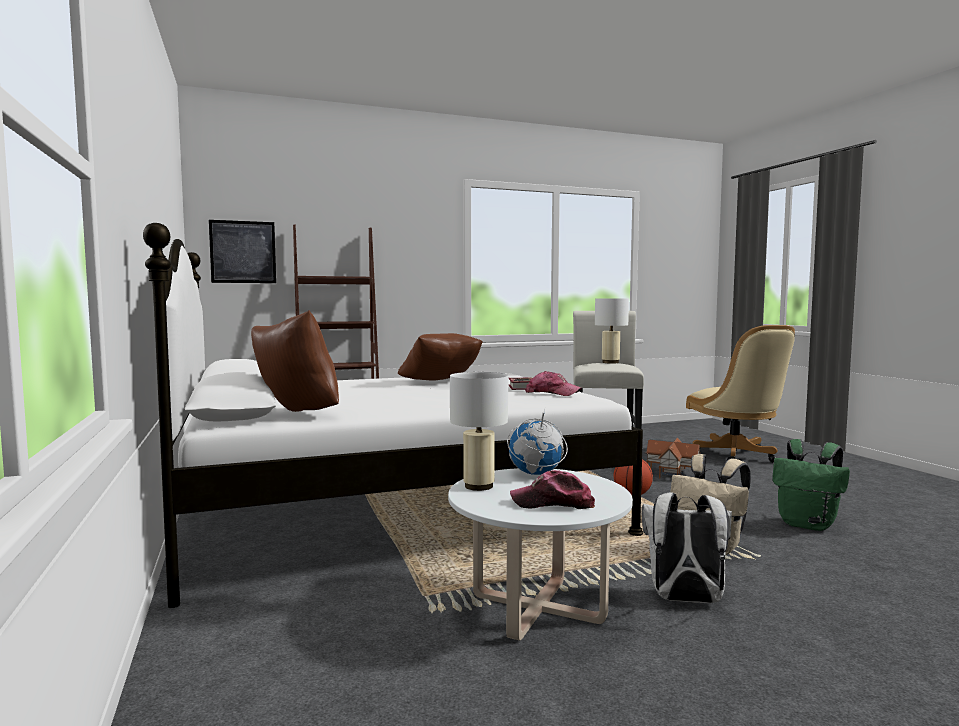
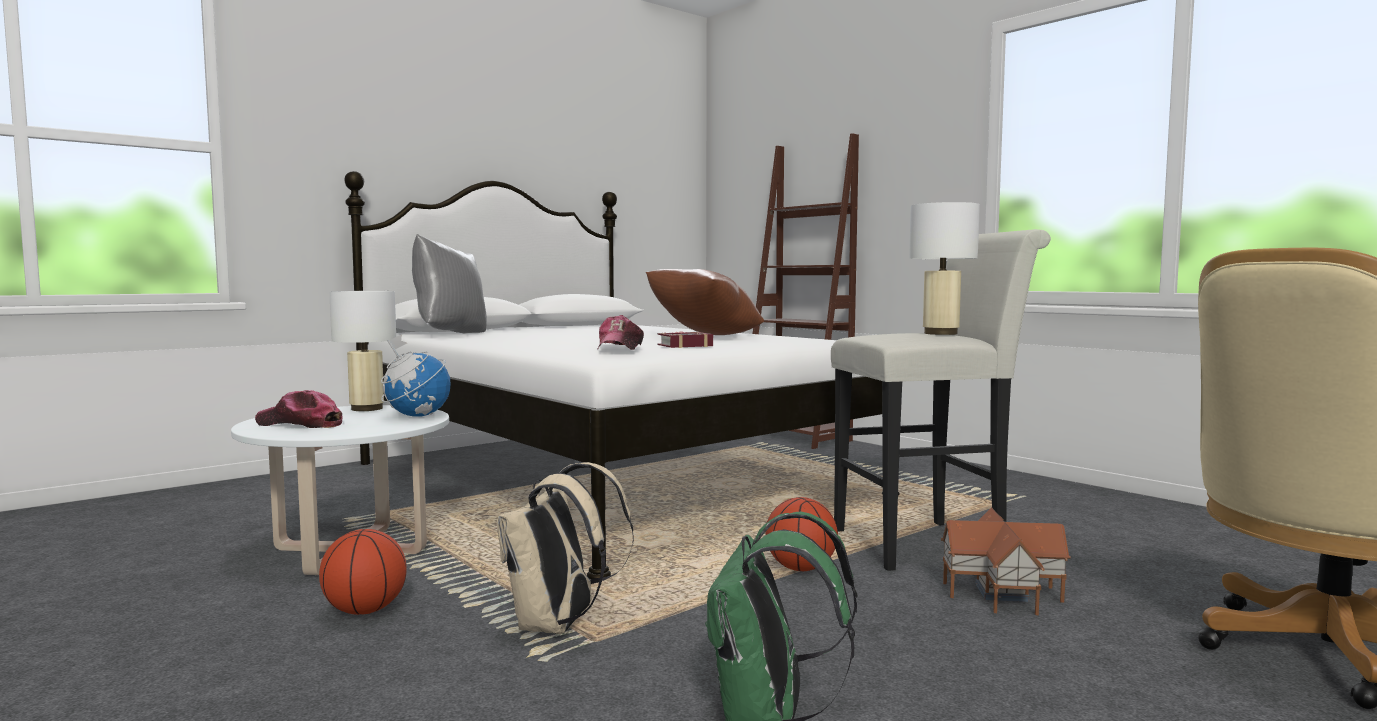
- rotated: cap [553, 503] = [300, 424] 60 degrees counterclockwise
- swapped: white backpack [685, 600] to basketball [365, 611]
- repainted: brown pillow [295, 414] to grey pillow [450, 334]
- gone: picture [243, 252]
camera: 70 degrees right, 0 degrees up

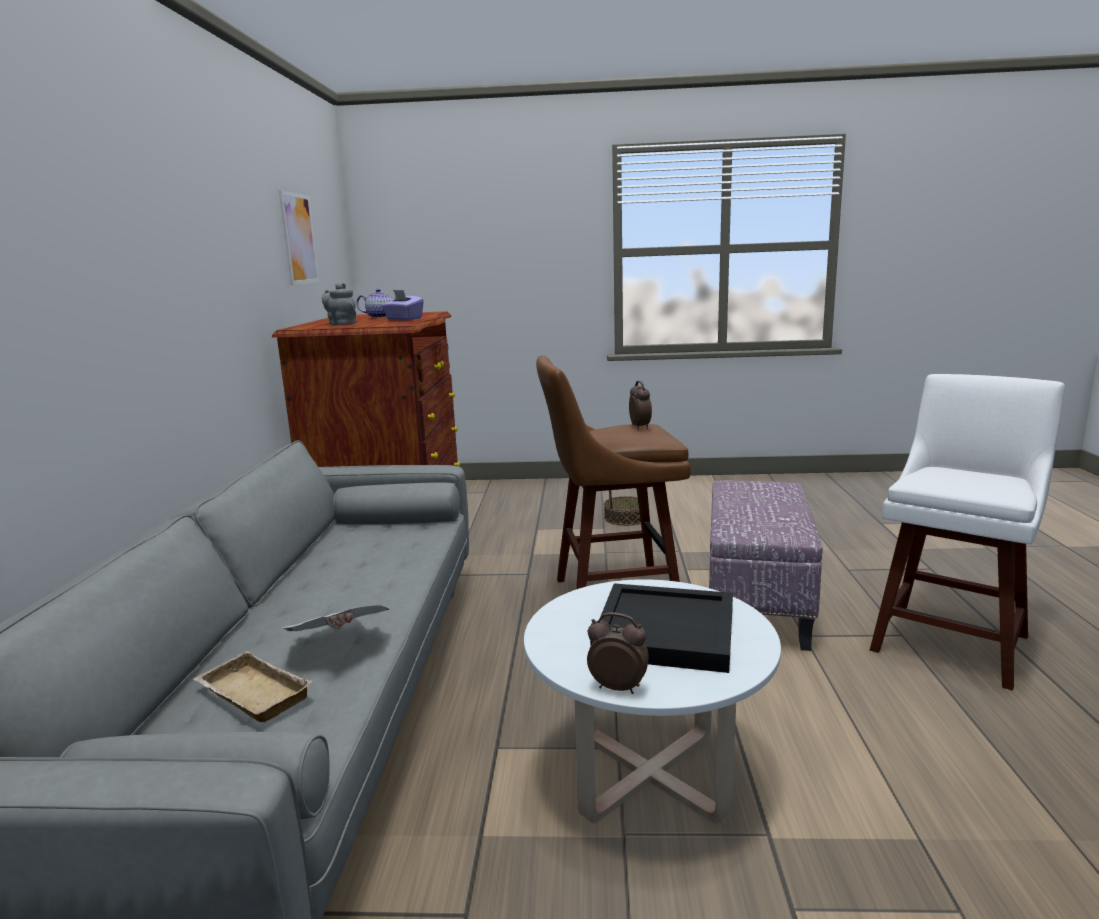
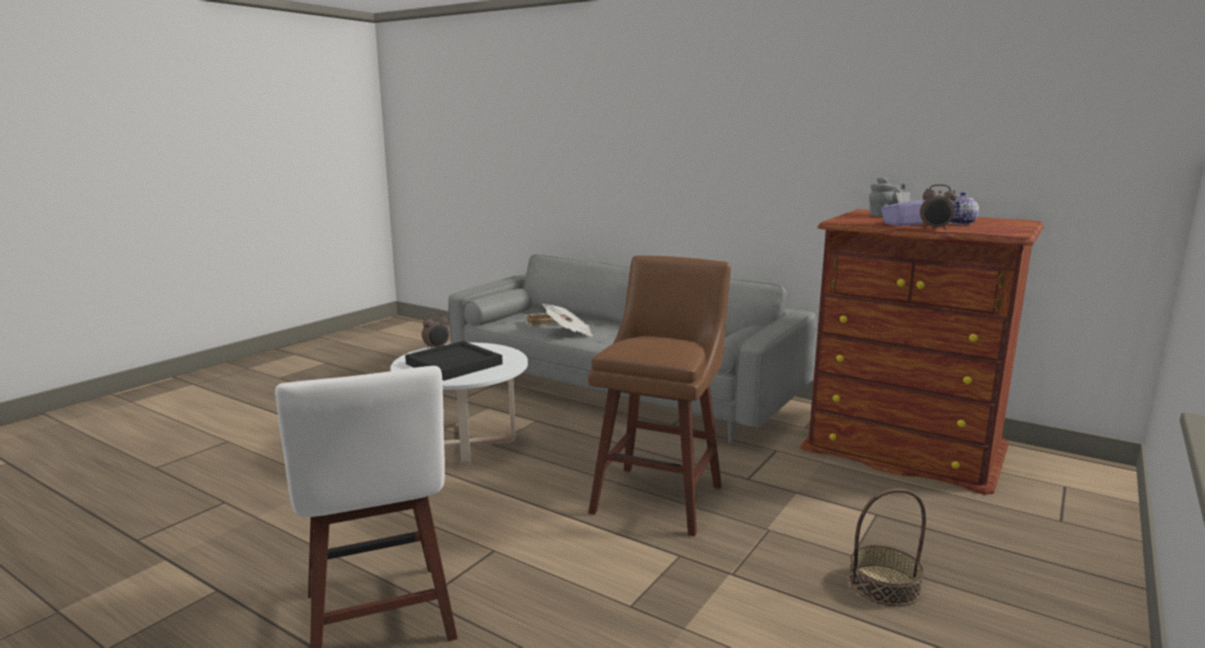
- shifted: alarm clock [640, 427] to [935, 229]
- gone: picture [299, 239]
- gone: ottoman [755, 601]
camera: 120 degrees right, 0 degrees up

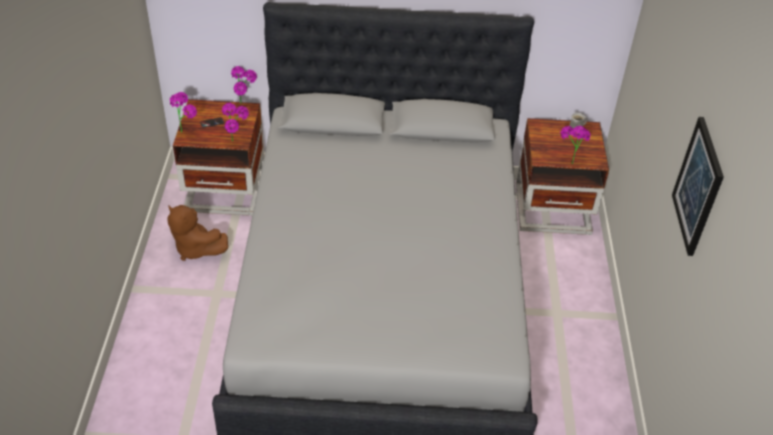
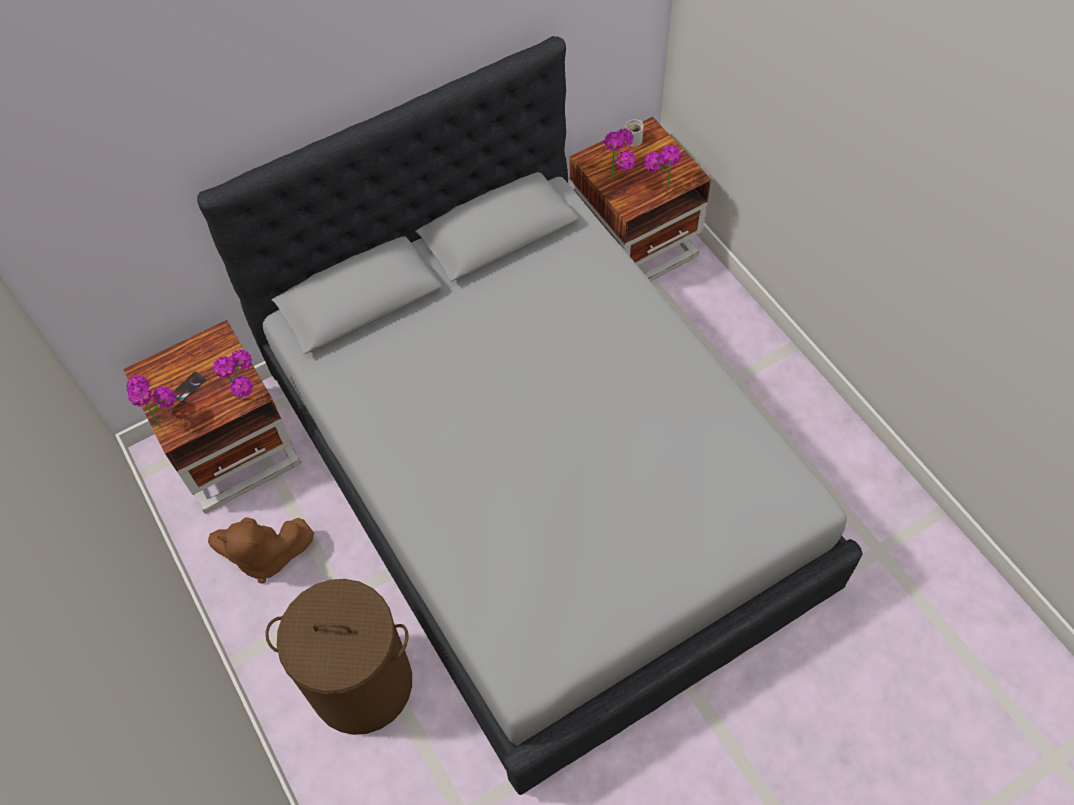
- new: brown laundry basket [362, 683]
- shifted: potted plant [245, 105] to [619, 178]
- gone: picture [698, 186]
camera: 30 degrees left, 15 degrees up

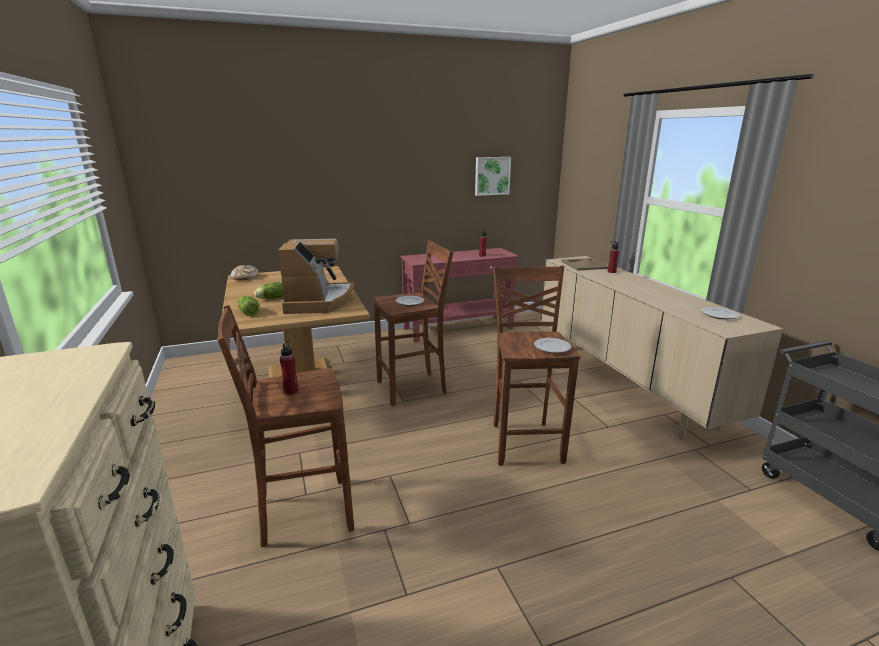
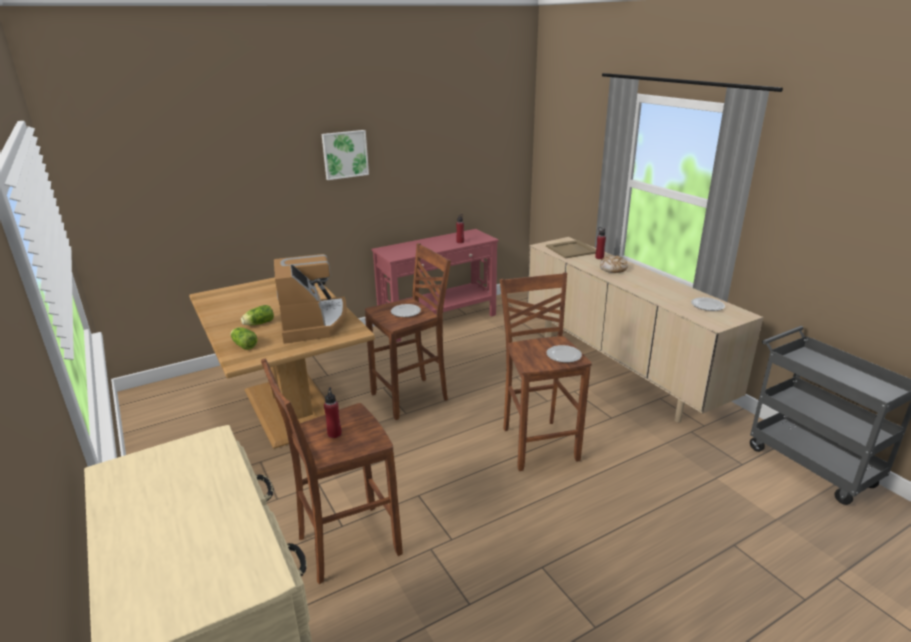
- shifted: picture [492, 176] to [344, 154]
- shifted: bread [245, 277] to [613, 269]
camera: 10 degrees left, 5 degrees up

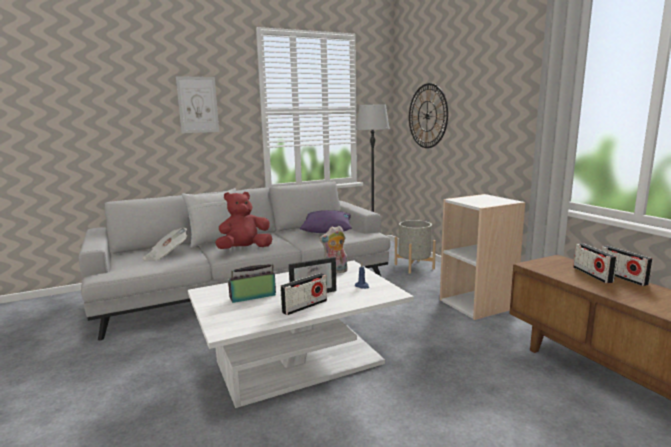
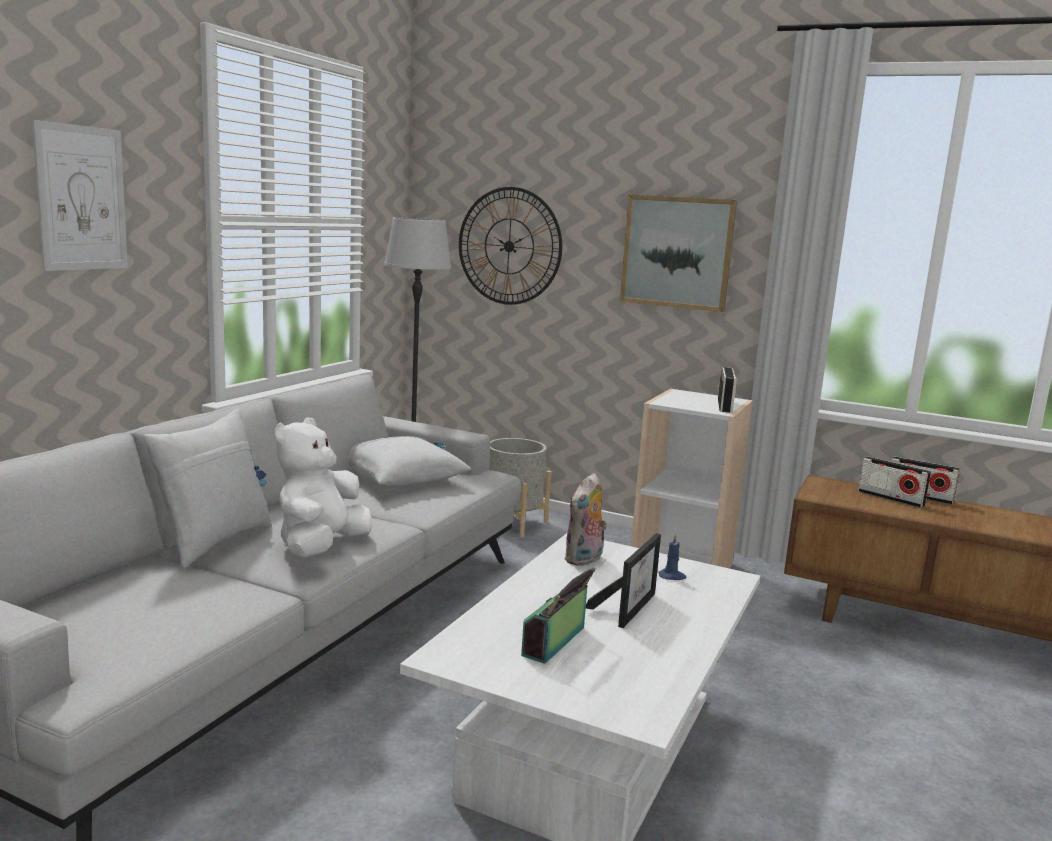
- repainted: red plush toy [244, 249] to white plush toy [321, 548]
- repainted: purple pillow [327, 231] to grey pillow [400, 480]
- new: picture [677, 252]
- shifted: radio [304, 306] to [725, 406]
- gone: newspaper [166, 256]
camera: 40 degrees left, 0 degrees up

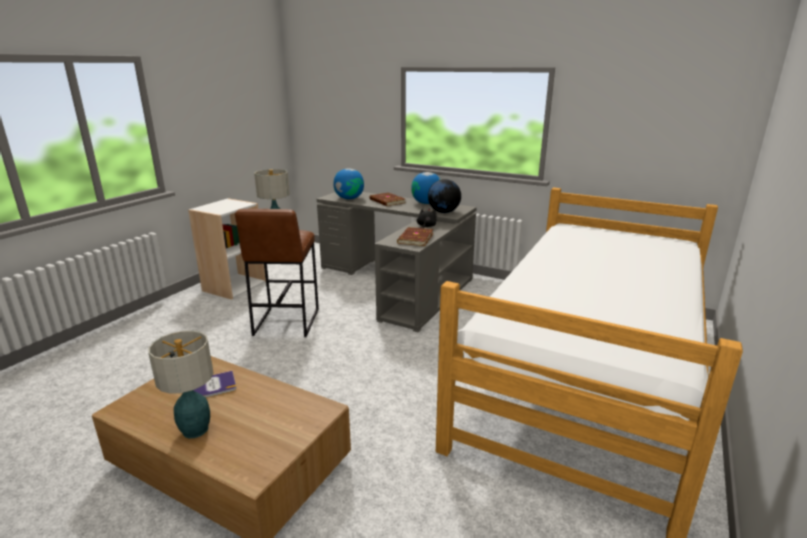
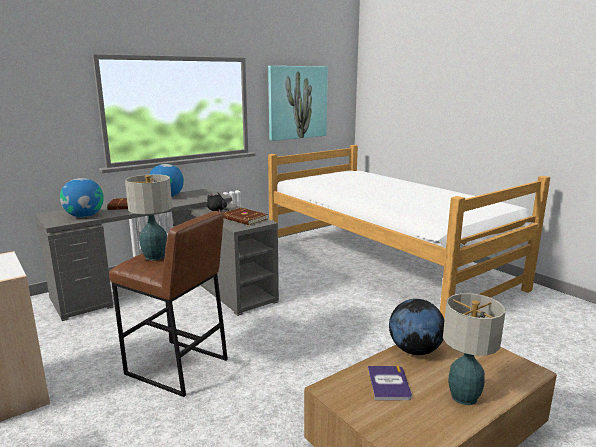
- new: picture [297, 102]
- shifted: globe [444, 212] to [414, 350]
camera: 65 degrees left, 5 degrees down

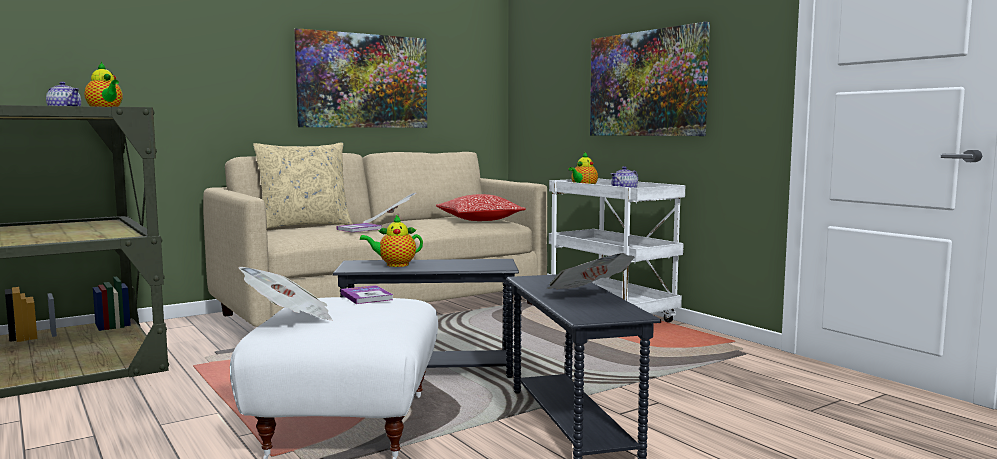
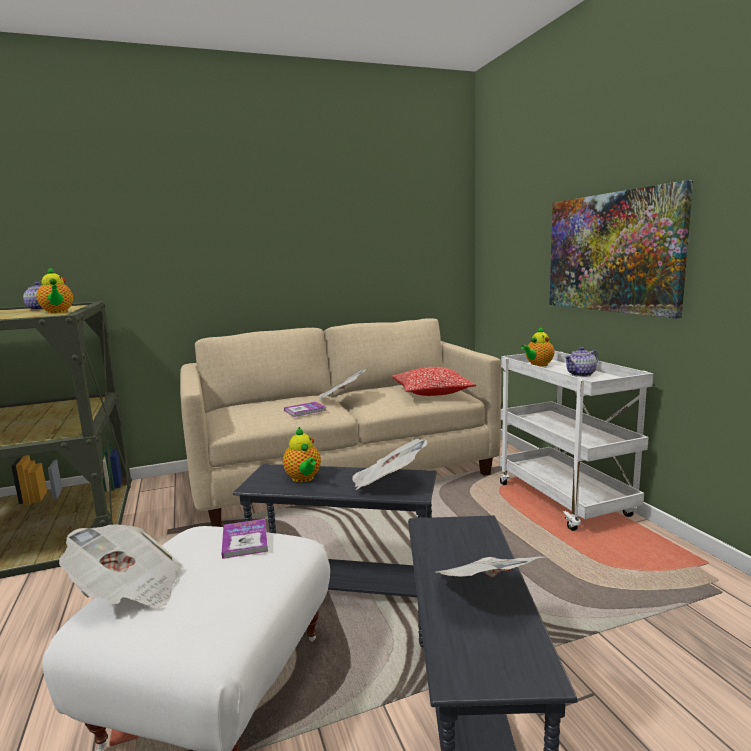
- rotated: teapot [394, 265] = [303, 478] 120 degrees counterclockwise
- new: newspaper [387, 483]
- gone: beige pillow [304, 226]
- gone: picture [363, 81]
camera: 15 degrees right, 5 degrees up

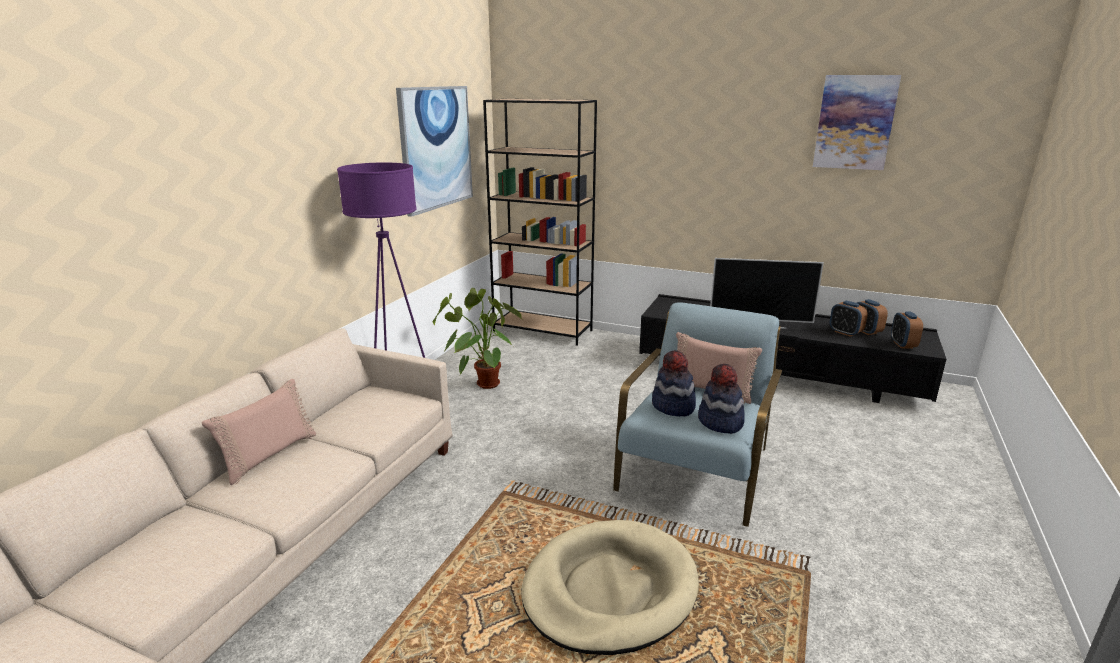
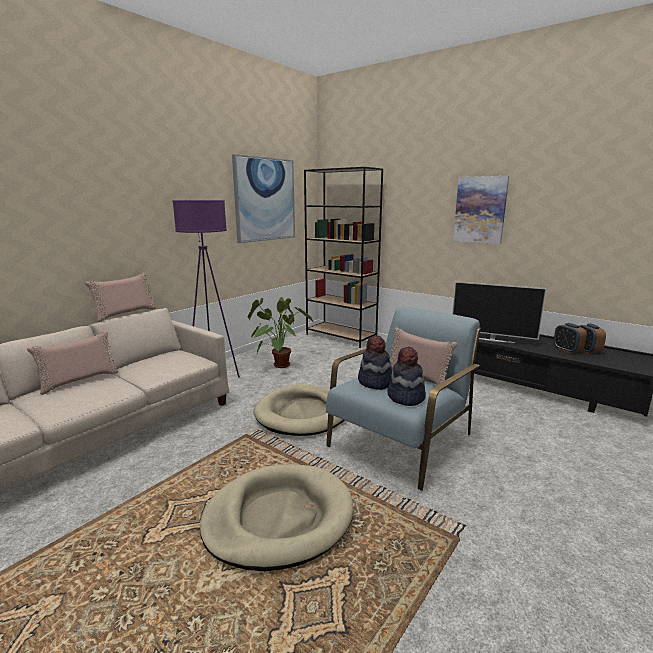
- new: beige pillow [125, 314]
- new: beige dog bed [303, 413]
- shifted: picture [854, 122] to [480, 210]
- gone: alarm clock [903, 344]
camera: 15 degrees right, 5 degrees down

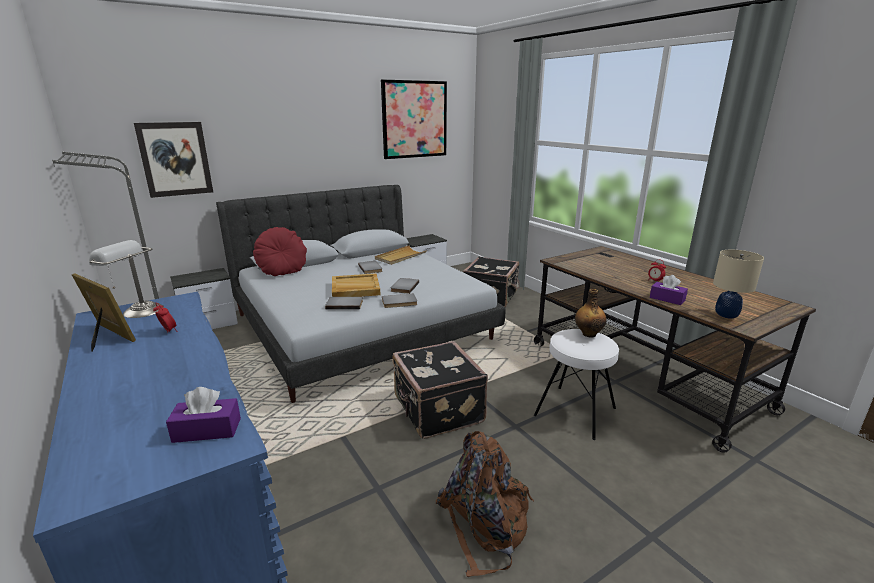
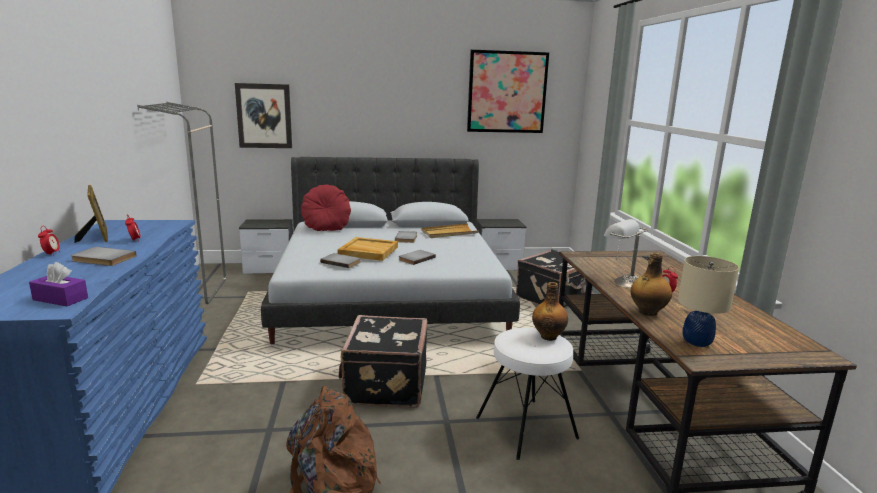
- new: alarm clock [51, 254]
- shifted: grey book [399, 302] to [102, 259]
- shifted: white table lamp [137, 309] to [623, 281]
- swapped: purple tissue box [667, 299] to bottle [647, 312]
camera: 25 degrees right, 5 degrees down

